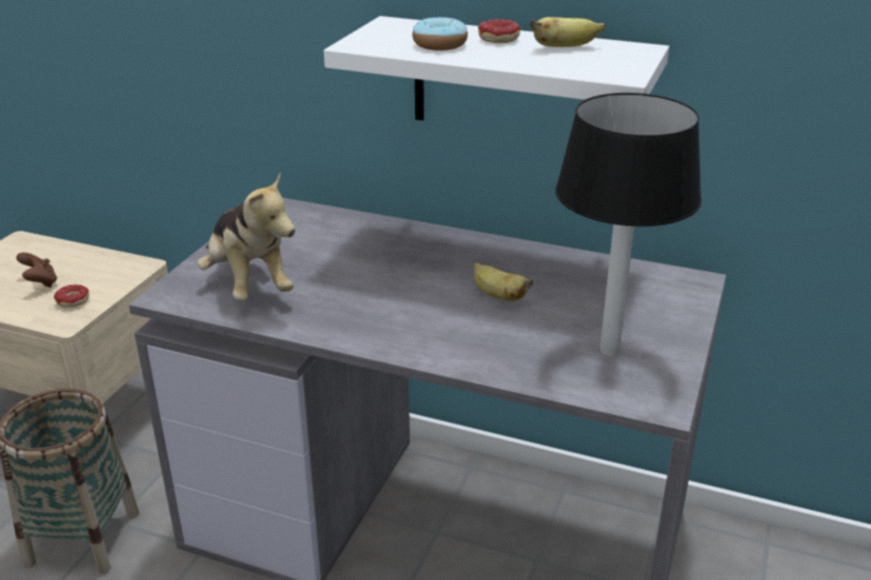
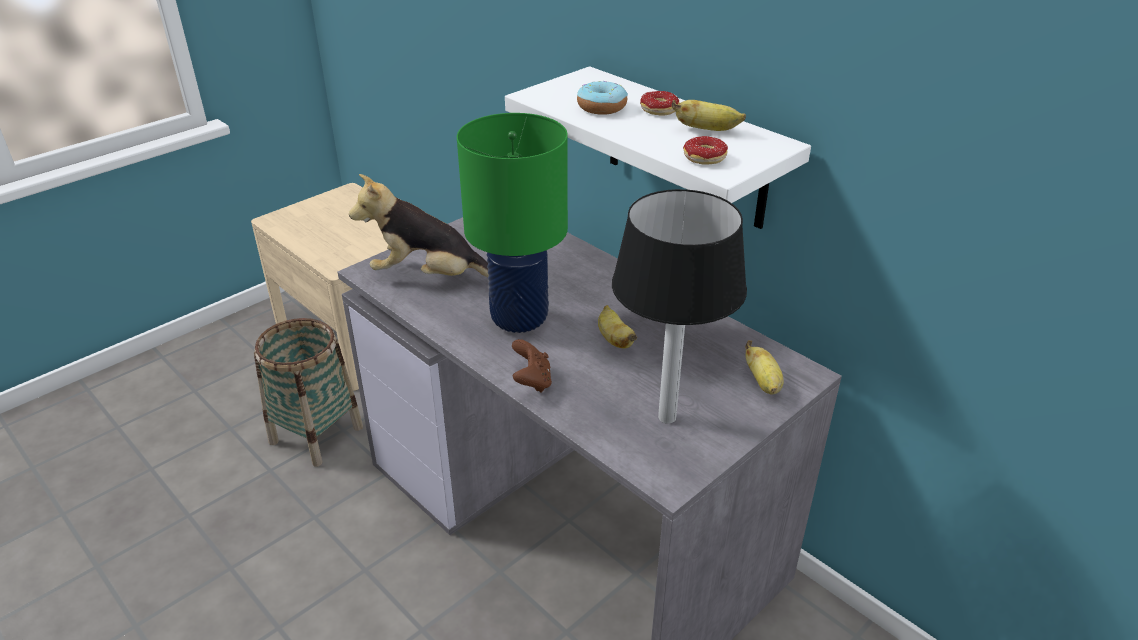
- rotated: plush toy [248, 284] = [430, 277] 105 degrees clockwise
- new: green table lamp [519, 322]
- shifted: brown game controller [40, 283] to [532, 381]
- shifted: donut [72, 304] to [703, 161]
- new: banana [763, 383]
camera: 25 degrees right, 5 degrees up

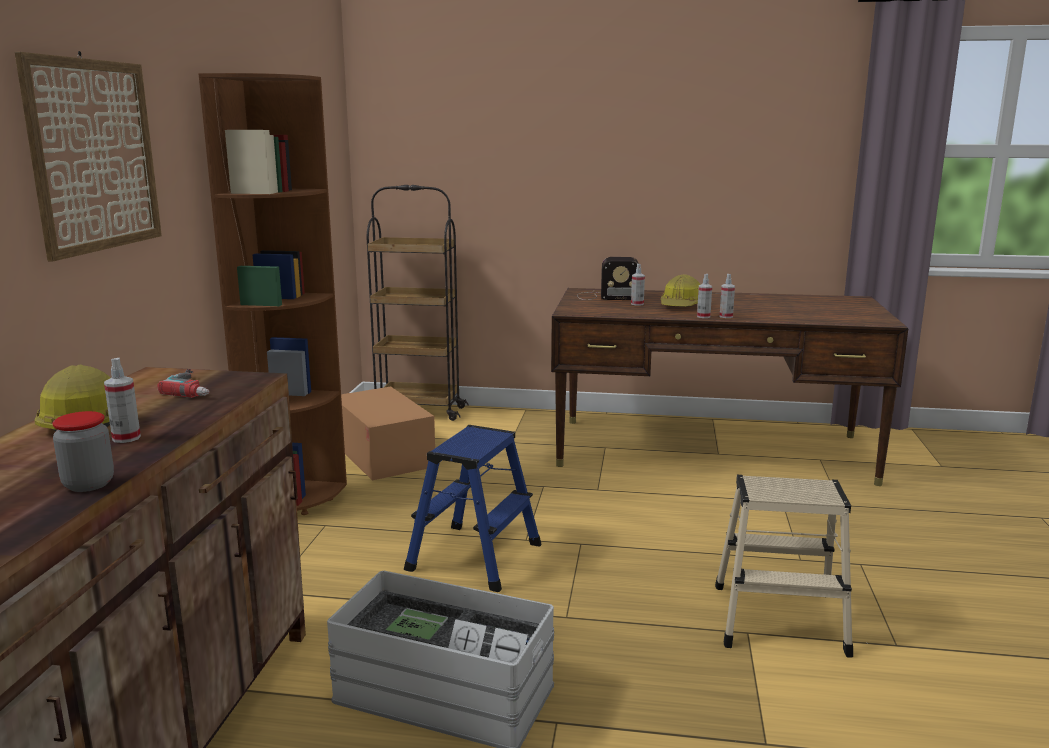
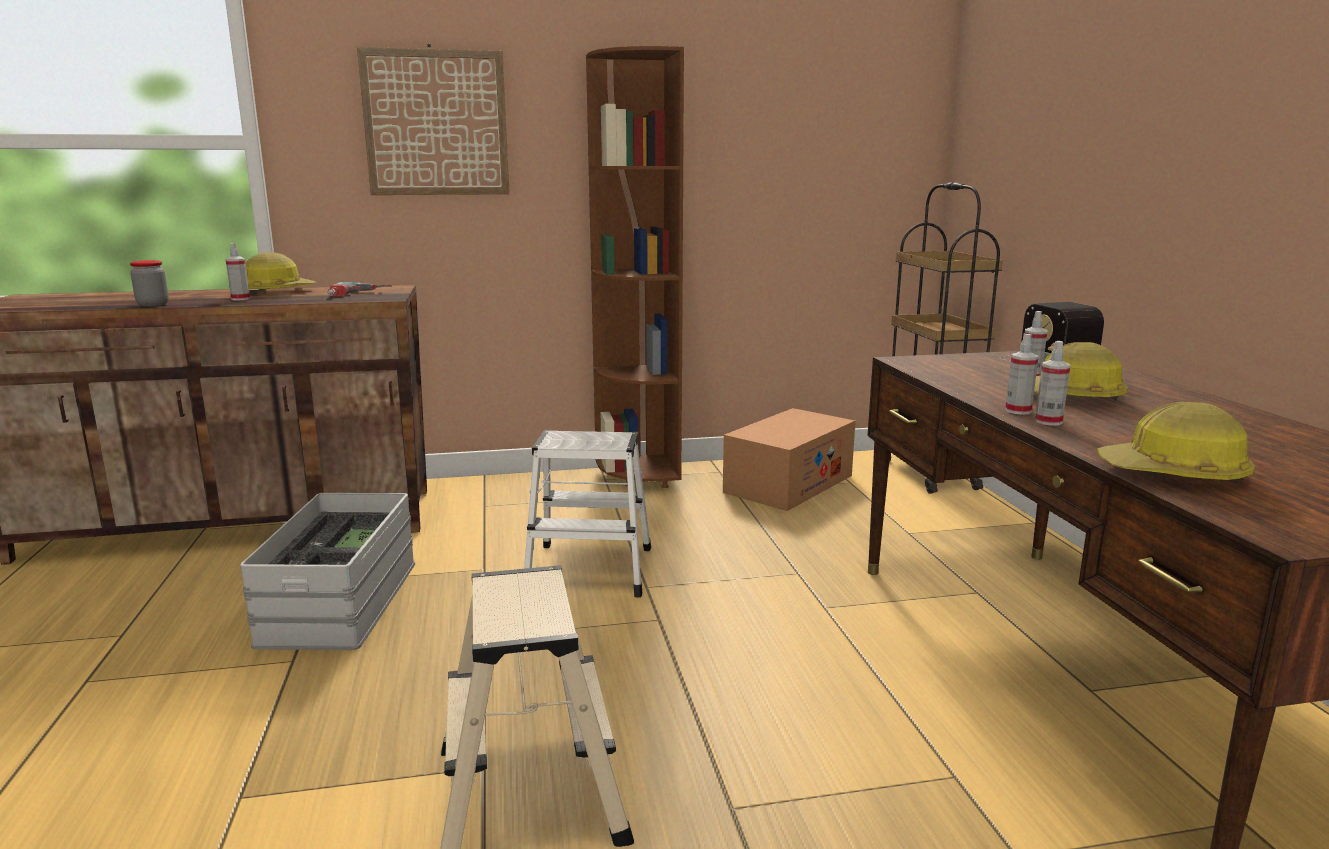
- repainted: blue step ladder [474, 556] to white step ladder [590, 568]
- new: hard hat [1174, 474]
camera: 70 degrees right, 0 degrees up

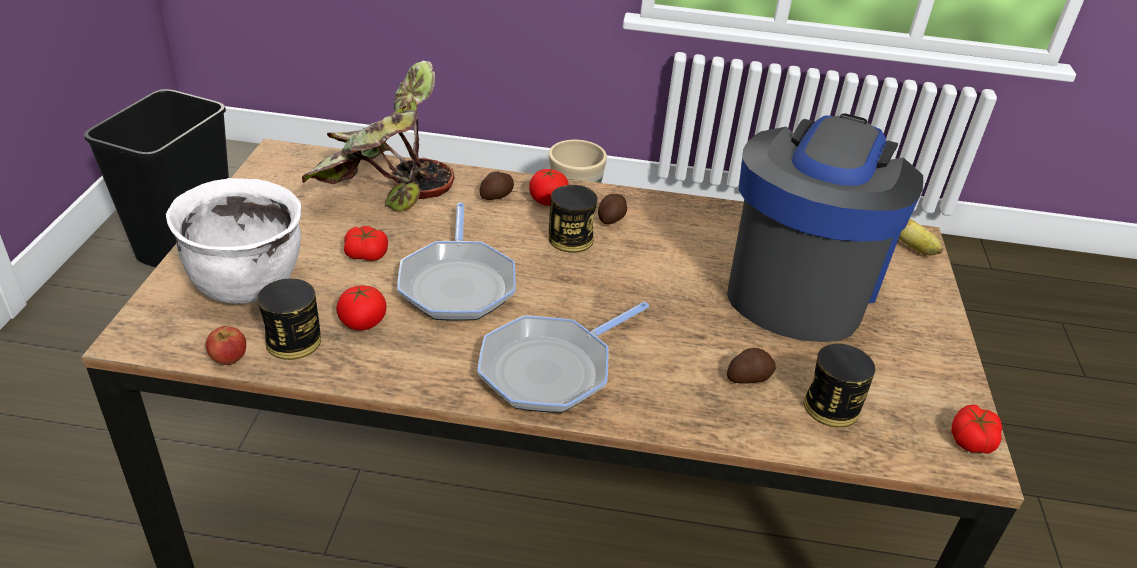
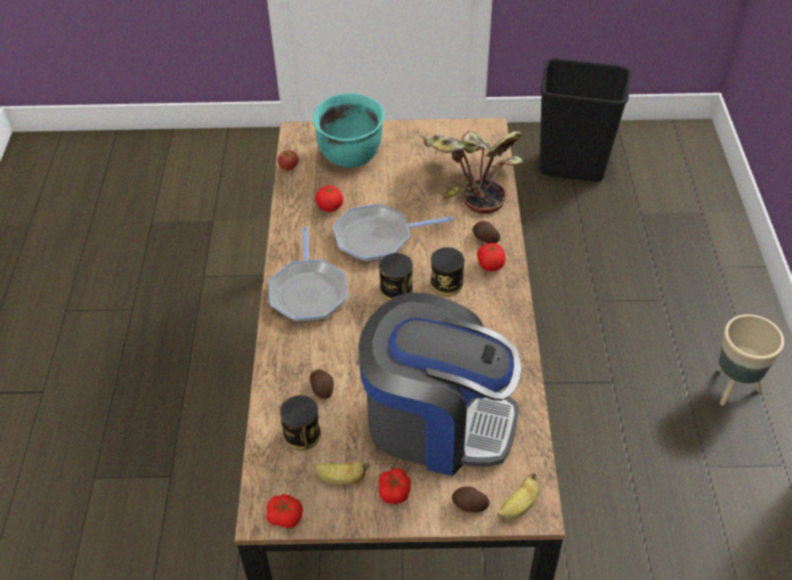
- rotated: frying pan [551, 369] = [308, 292] 135 degrees counterclockwise
- new: banana [341, 478]
- repainted: white cooking pot [248, 283] to turquoise cooking pot [351, 156]
- shifted: can [293, 341] to [396, 290]
- shifted: tomato [366, 254] to [394, 491]
- shifted: potato [612, 218] to [469, 505]
camera: 85 degrees right, 10 degrees up

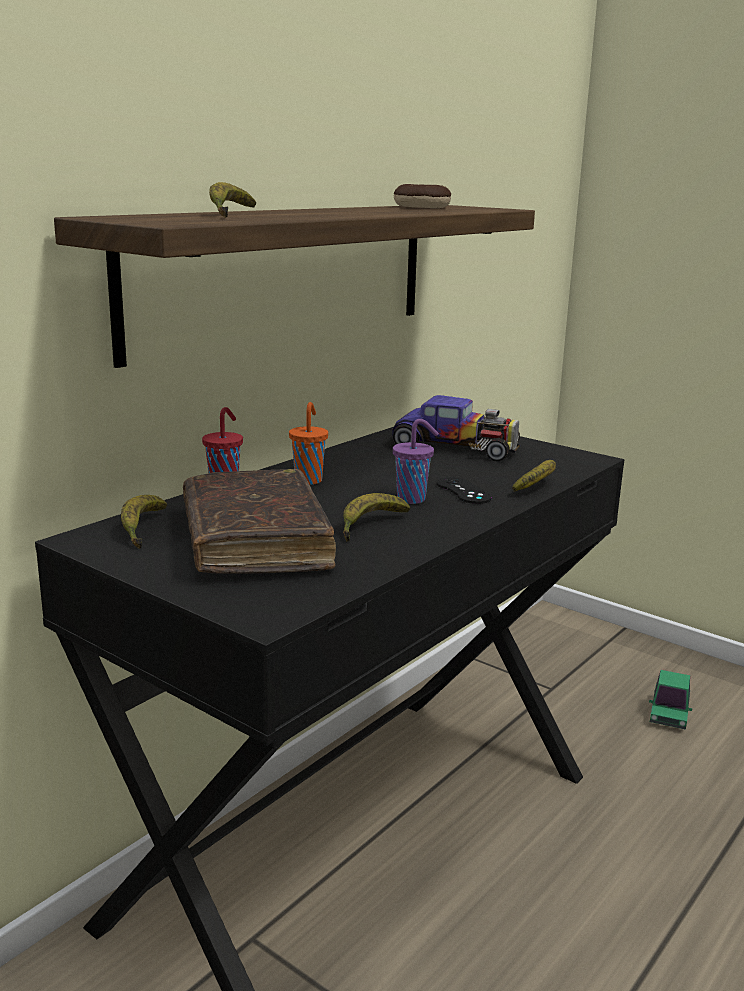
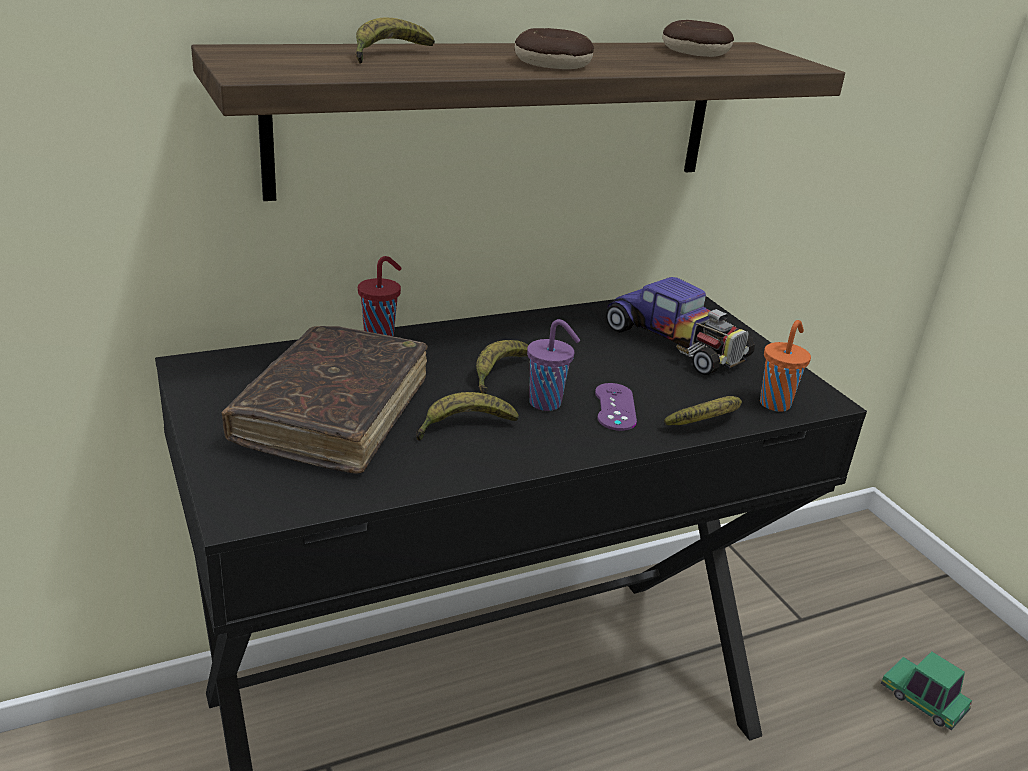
- shifted: banana [142, 529] to [498, 374]
- new: donut [552, 63]
- repainted: black game controller [463, 491] to purple game controller [615, 407]
- shifted: orange cup [309, 480] to [775, 403]
- rotated: toy car [669, 713] = [923, 700] 90 degrees clockwise
camera: 25 degrees right, 10 degrees up

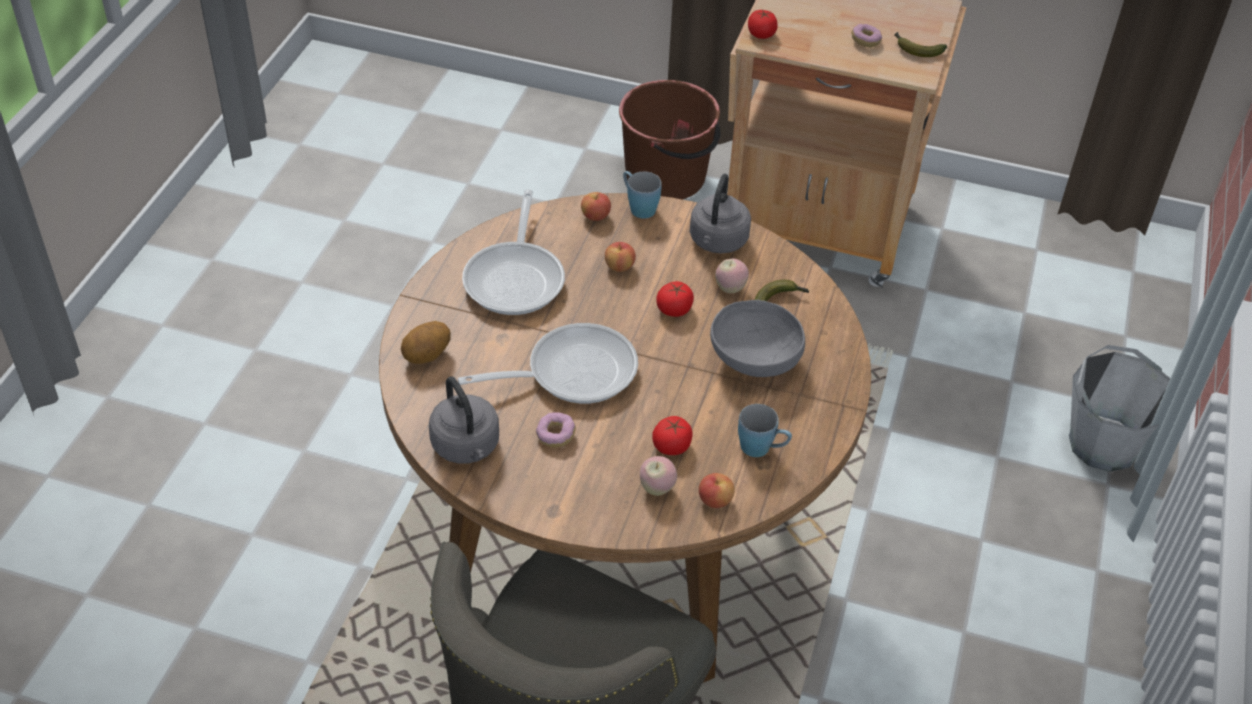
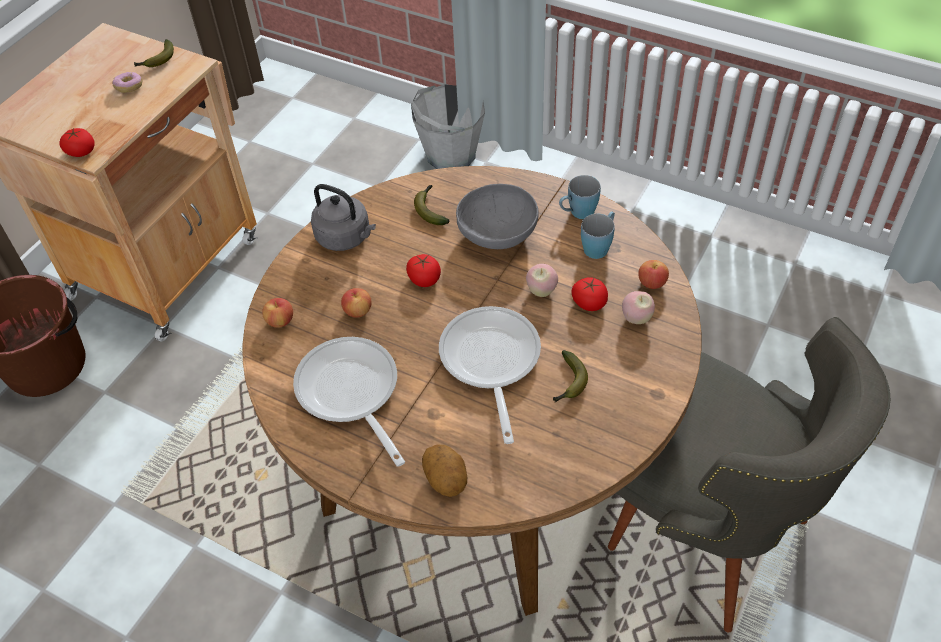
- rotated: frying pan [516, 277] = [351, 394] 135 degrees counterclockwise
- shifted: apple [730, 288] to [541, 291]
- swapped: donut [555, 435] to banana [568, 383]
- shifted: blue mug [638, 207] to [577, 213]
- gone: grey kettle [467, 447]
camera: 75 degrees left, 5 degrees up

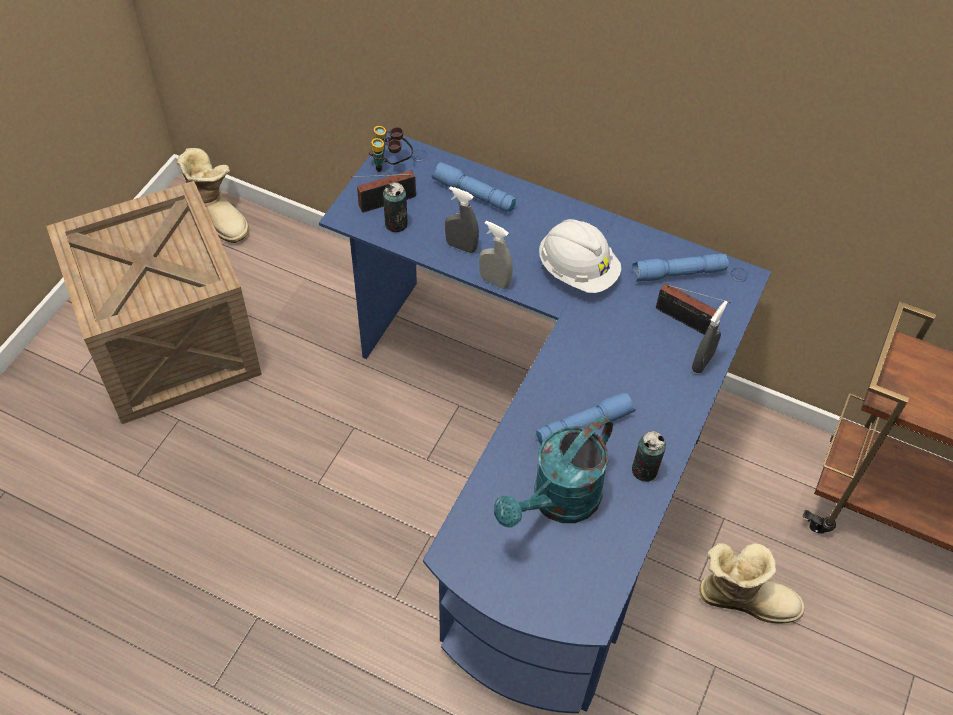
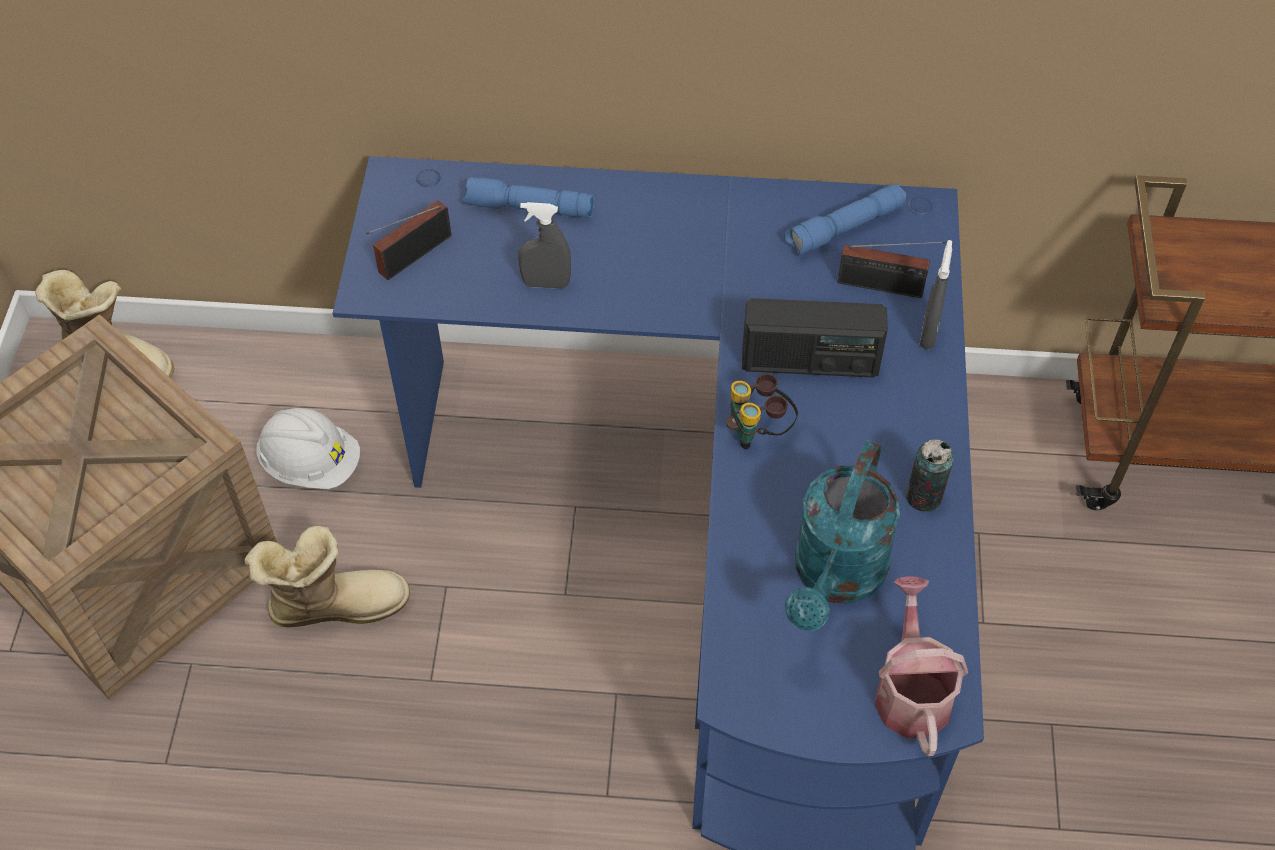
- shifted: boot [744, 597] to [335, 603]
- shifted: white hard hat [577, 271] to [311, 464]
- shifted: binoculars [391, 165] to [759, 431]
- new: radio [809, 362]
- new: watering can [911, 690]
- gone: can [396, 224]
- gone: grey spray bottle [494, 281]
- gone: blue flashlight [584, 424]
camera: 20 degrees left, 0 degrees up

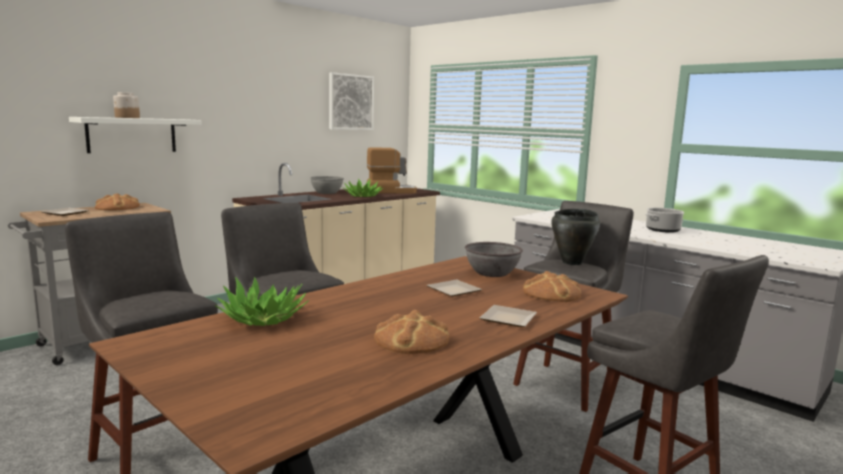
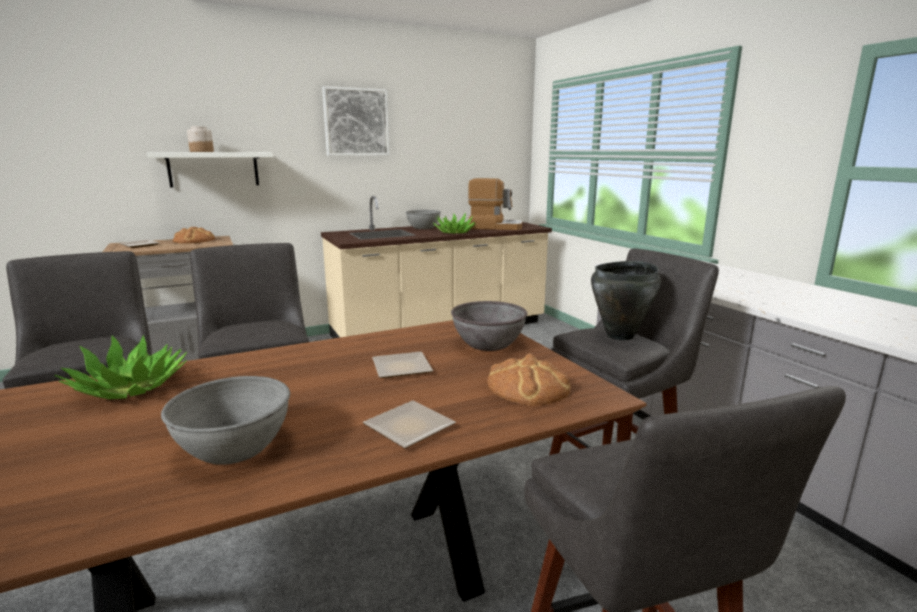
- swapped: bread [411, 339] to grey bowl [235, 447]
- shifted: picture [350, 102] to [356, 122]
- gone: cooking pot [662, 230]
camera: 20 degrees right, 5 degrees up

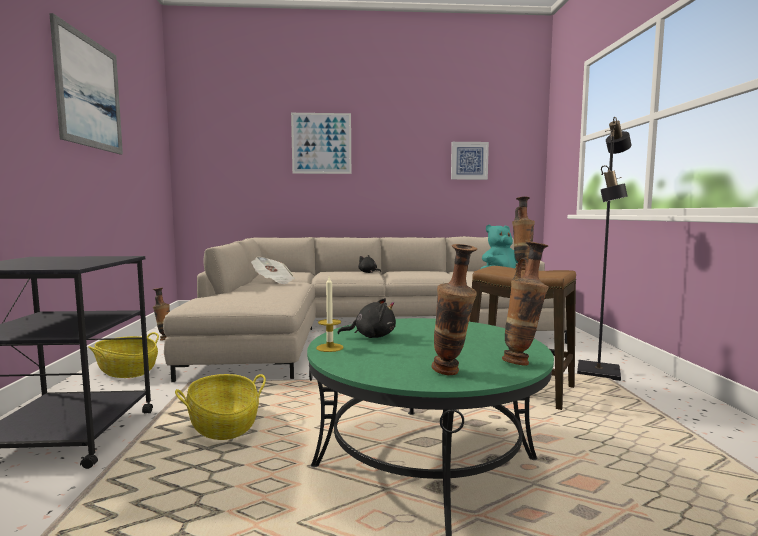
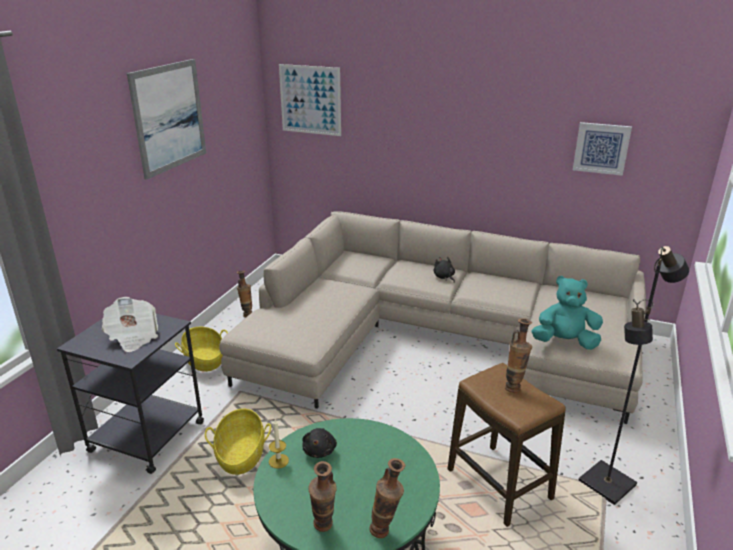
- shifted: newspaper [274, 282] to [133, 336]
- shifted: picture [321, 143] to [310, 100]
- rotated: black plush toy [371, 336] = [320, 450] 75 degrees clockwise
camera: 25 degrees right, 20 degrees up

